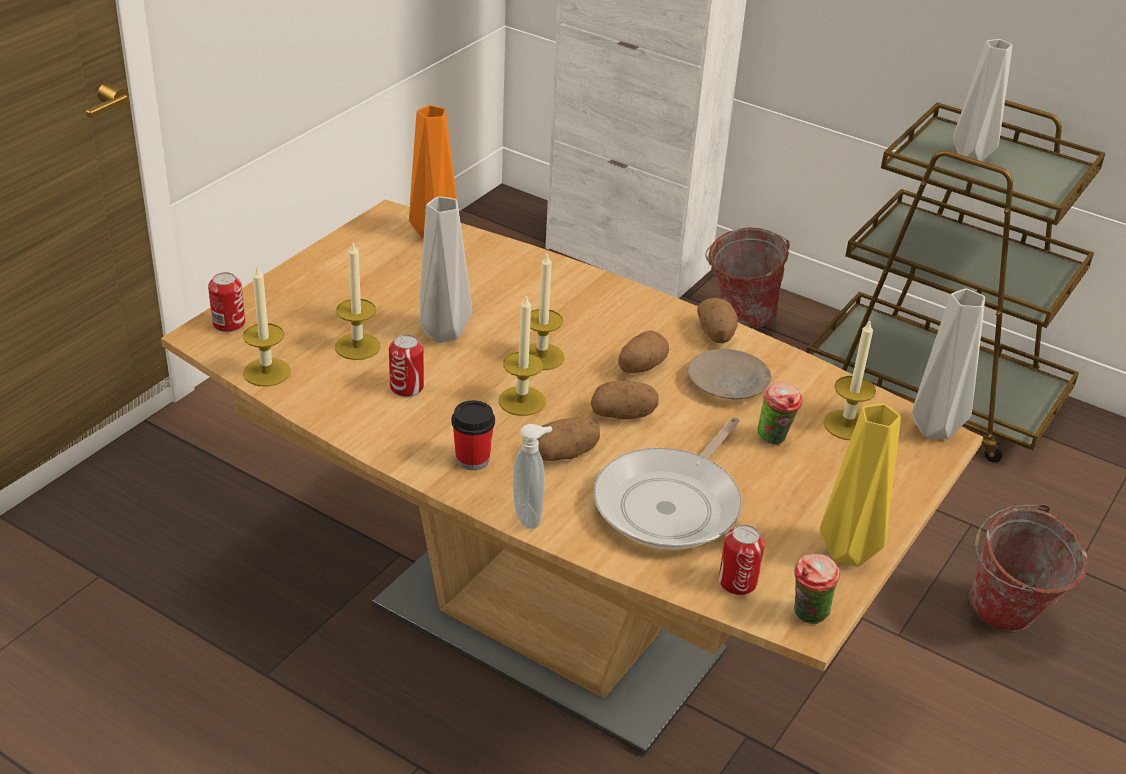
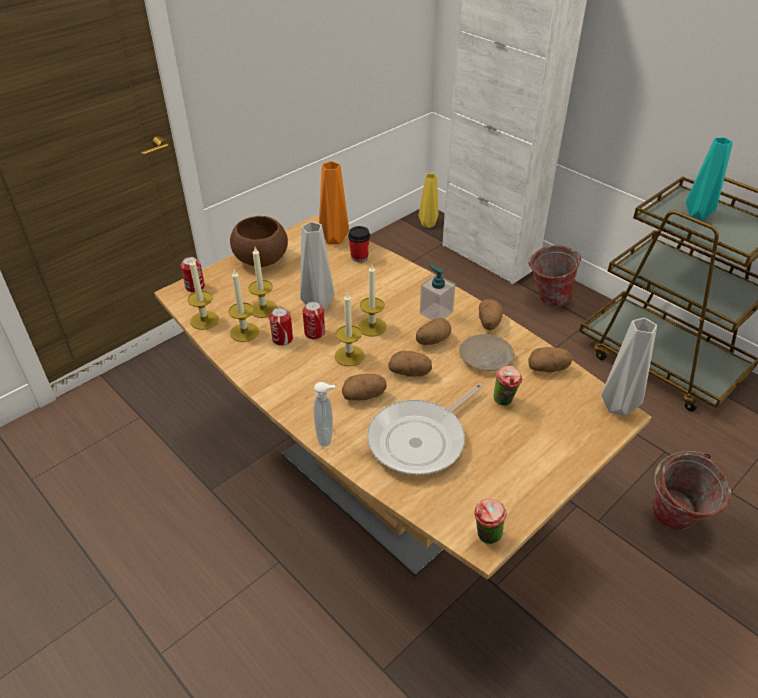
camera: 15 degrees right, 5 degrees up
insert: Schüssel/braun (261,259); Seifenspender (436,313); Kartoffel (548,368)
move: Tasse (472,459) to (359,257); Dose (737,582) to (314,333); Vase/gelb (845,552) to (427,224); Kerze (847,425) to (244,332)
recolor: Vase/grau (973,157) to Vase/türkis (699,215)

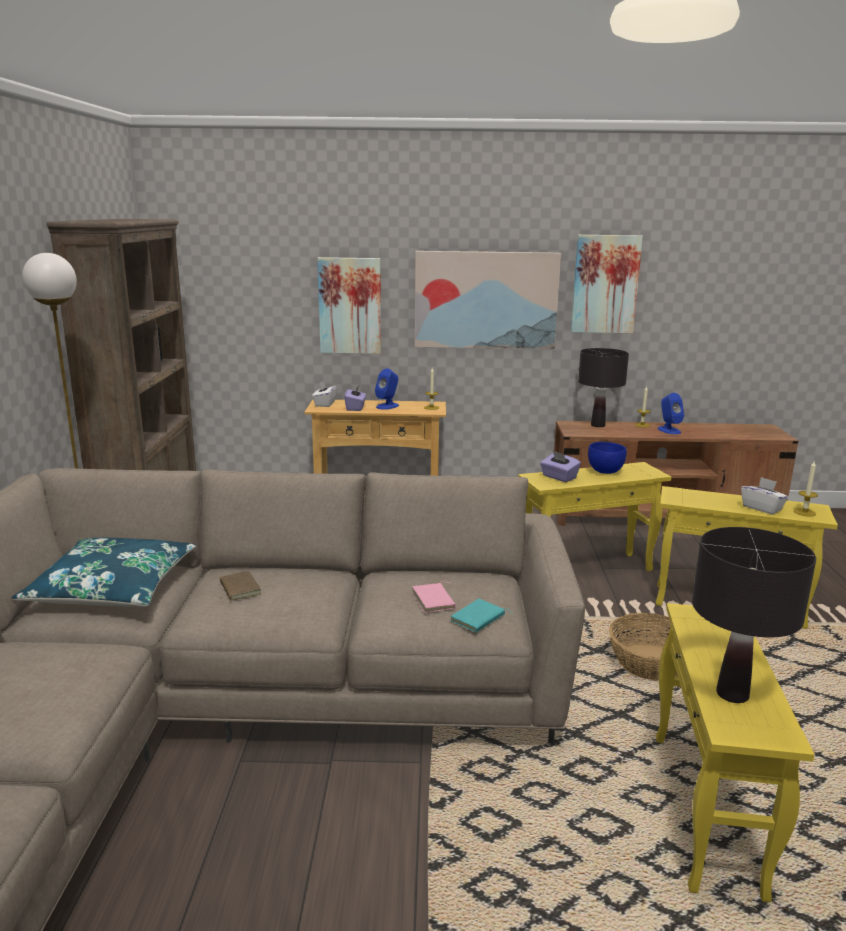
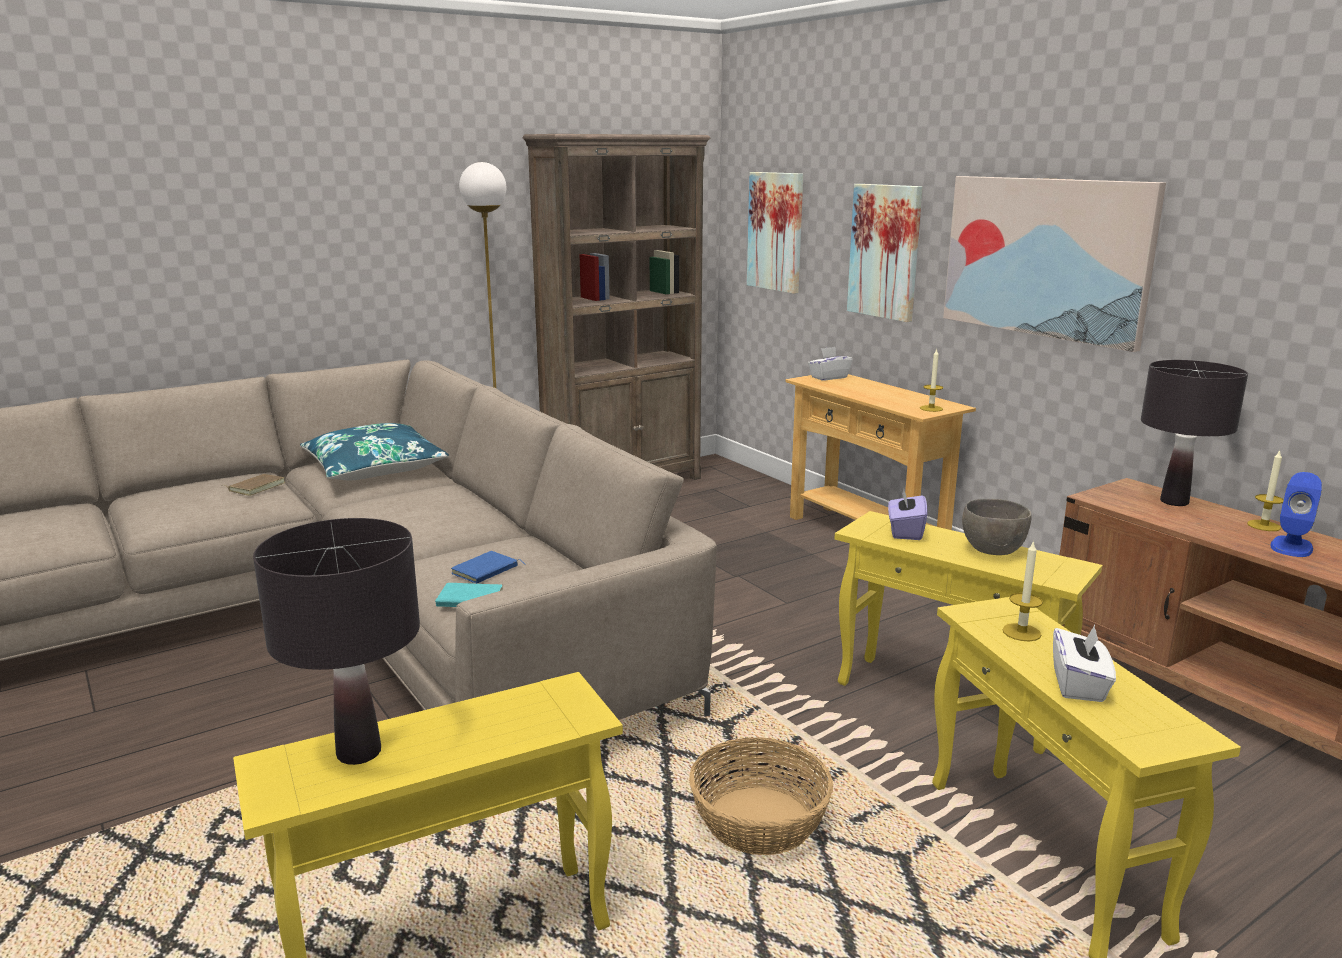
camera: 55 degrees right, 0 degrees up
delete: Taschentuchbox/lila (355,408); Lautsprecher/blau (387,406)
move: Buch/braun (238,588) to (256,487); Bild (605,284) to (776,231); Kerze (804,512) to (1021,632)
recolor: Buch/rosa (435,600) to Buch/blau (486,571); Schüssel/blau (605,472) to Schüssel/grau (992,551)

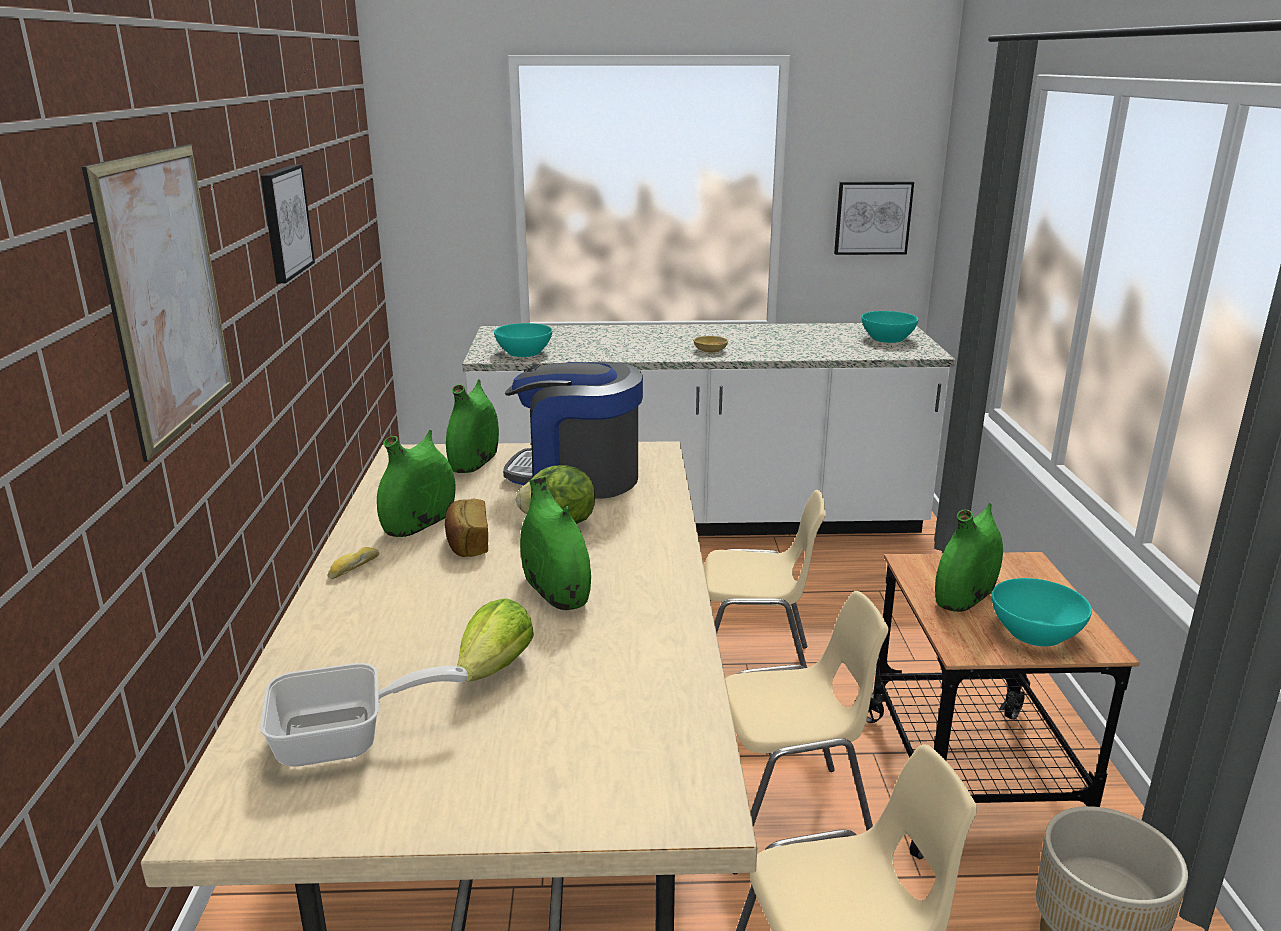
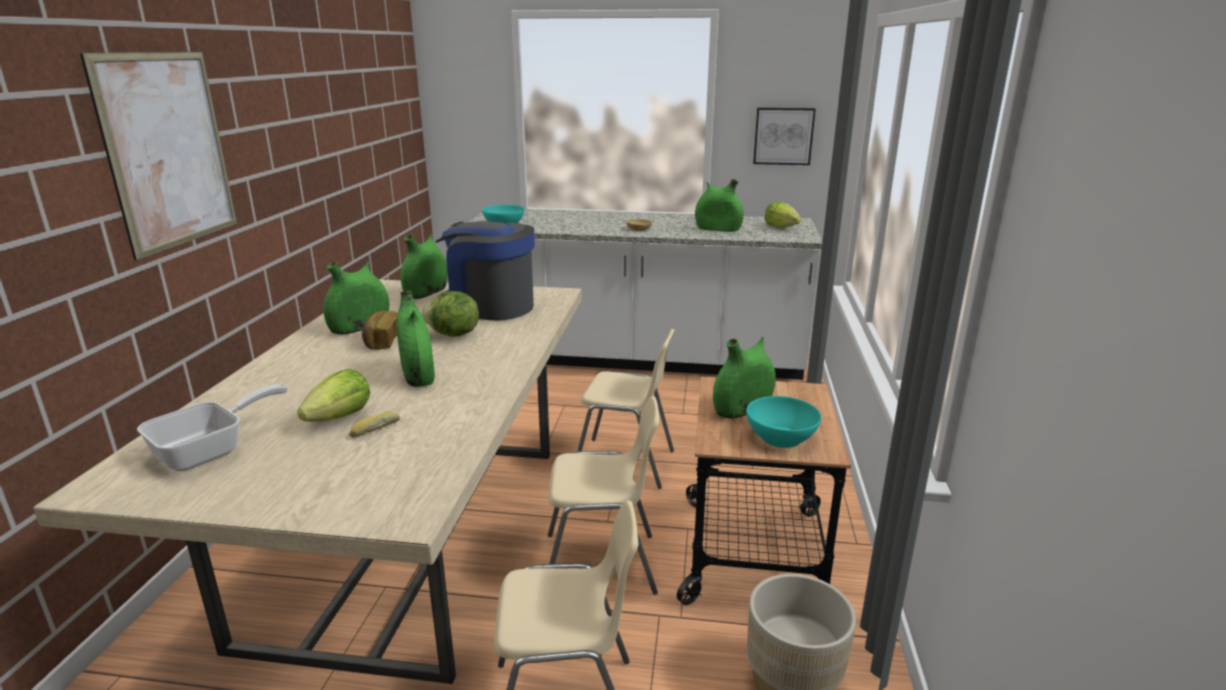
camera: 10 degrees right, 0 degrees up
delete: Bild (285,222)
insert: Vase/grün (718,229)
move: Brot (353,568) to (375,429)
replace: Schüssel/türkis (887,338) to Salatkopf (781,227)
rotate: Pfanne (346,739) = (210,450) 45 degrees counterclockwise

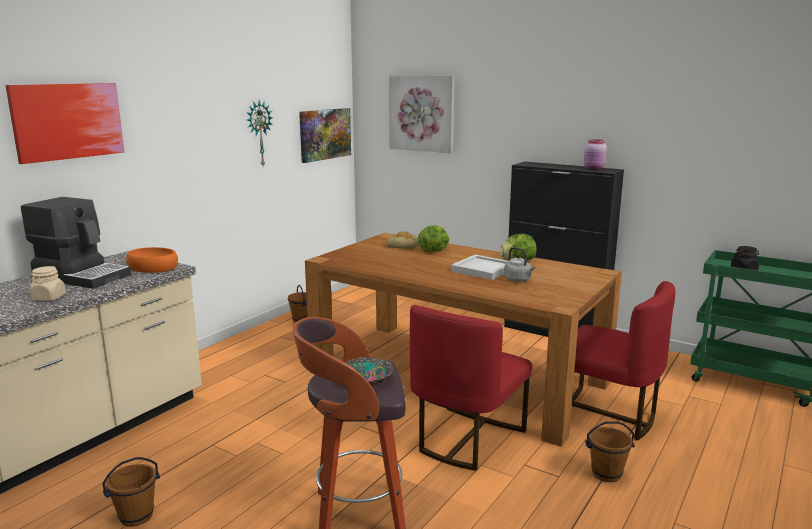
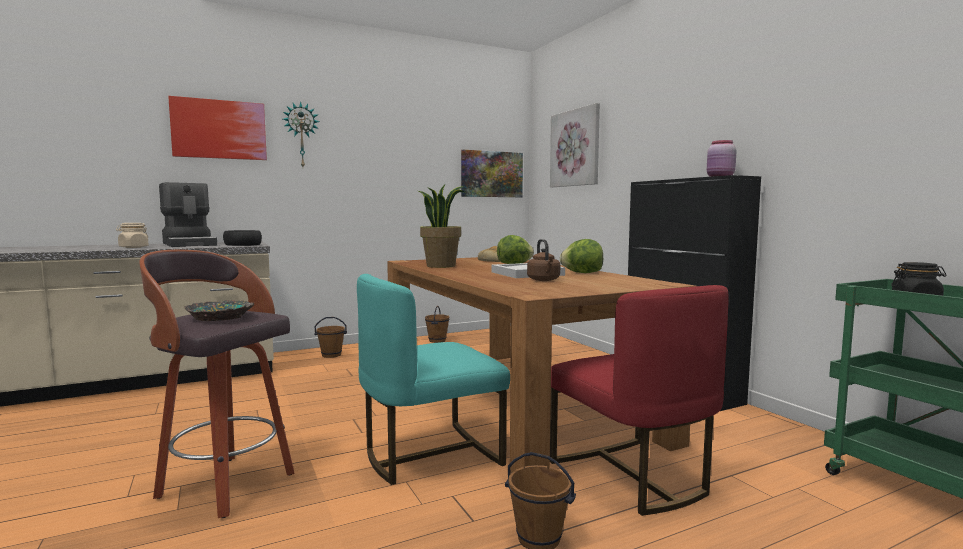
camera: 30 degrees right, 10 degrees down
insert: Topfpflanze (441,266)
move: Eimer/braun (136,516) to (331,355); Wanduhr (259,133) to (301,135)
recolor: Schüssel/orange (153,267) to Schüssel/schwarz (243,244); Stuhl/rot (466,439) to Stuhl/türkis (430,454); Wasserkessel/grau (518,280) to Wasserkessel/braun (544,280)

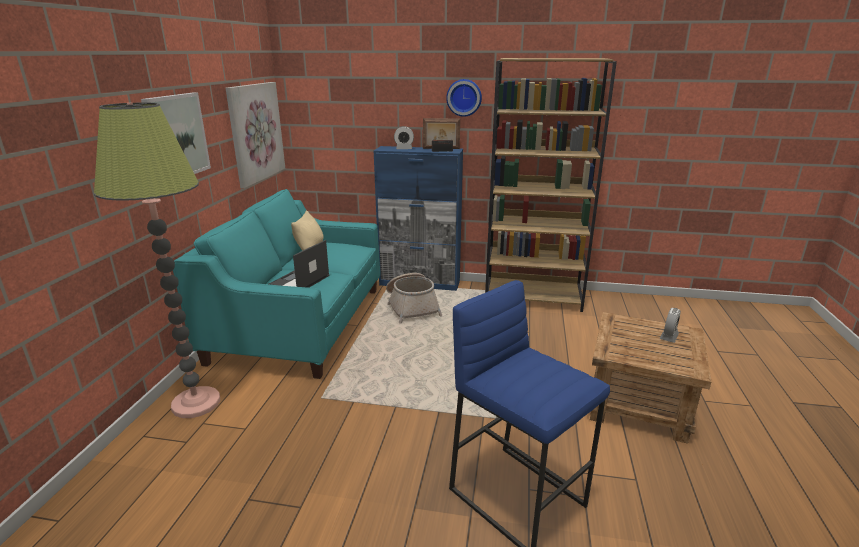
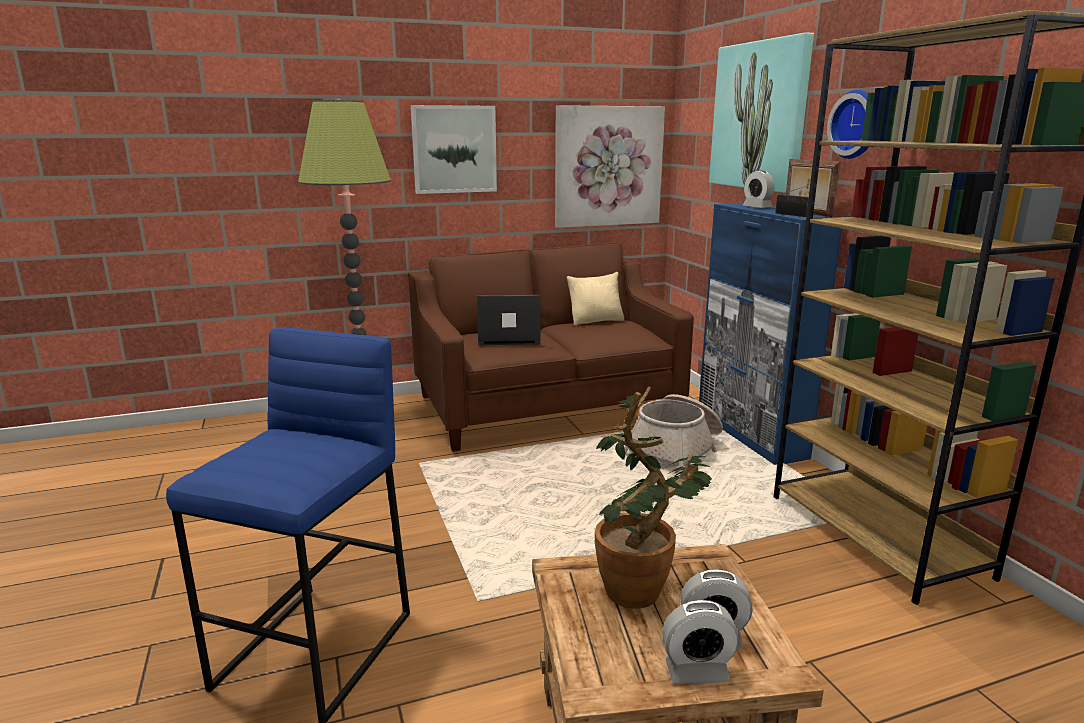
camera: 60 degrees right, 5 degrees down
insert: Topfpflanze (644,587); Wecker (697,671); Bild (759,116)
recolor: Sofa/türkis (300,323) to Sofa/braun (545,406)

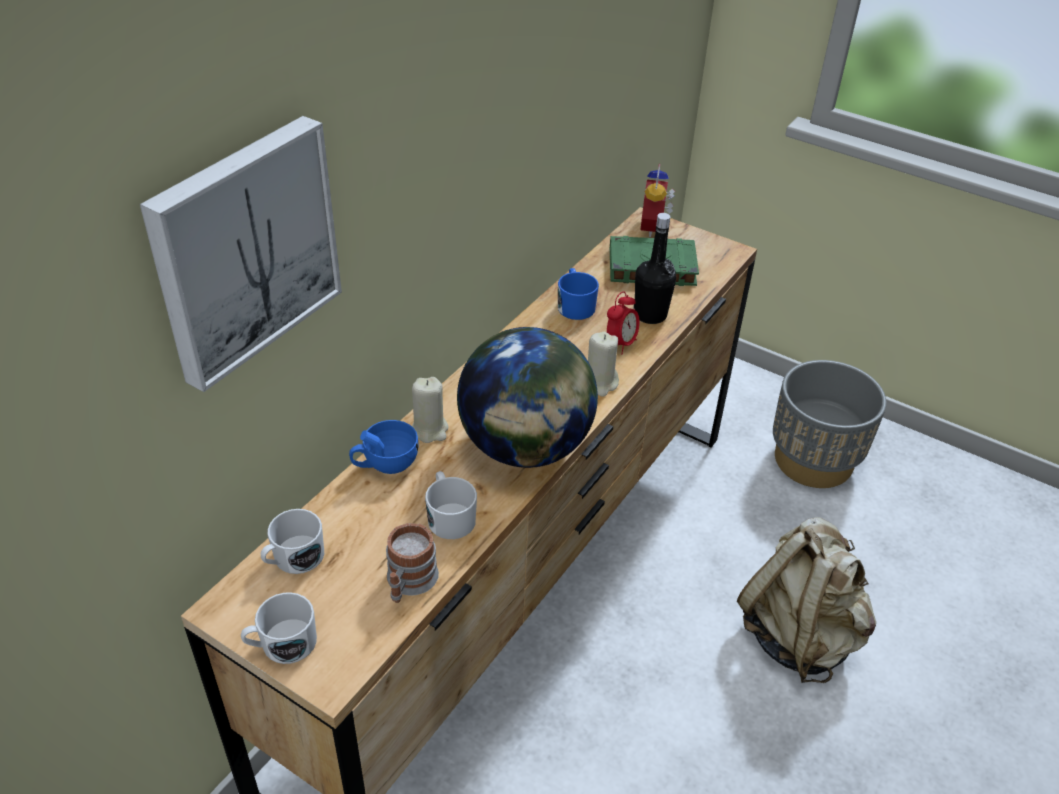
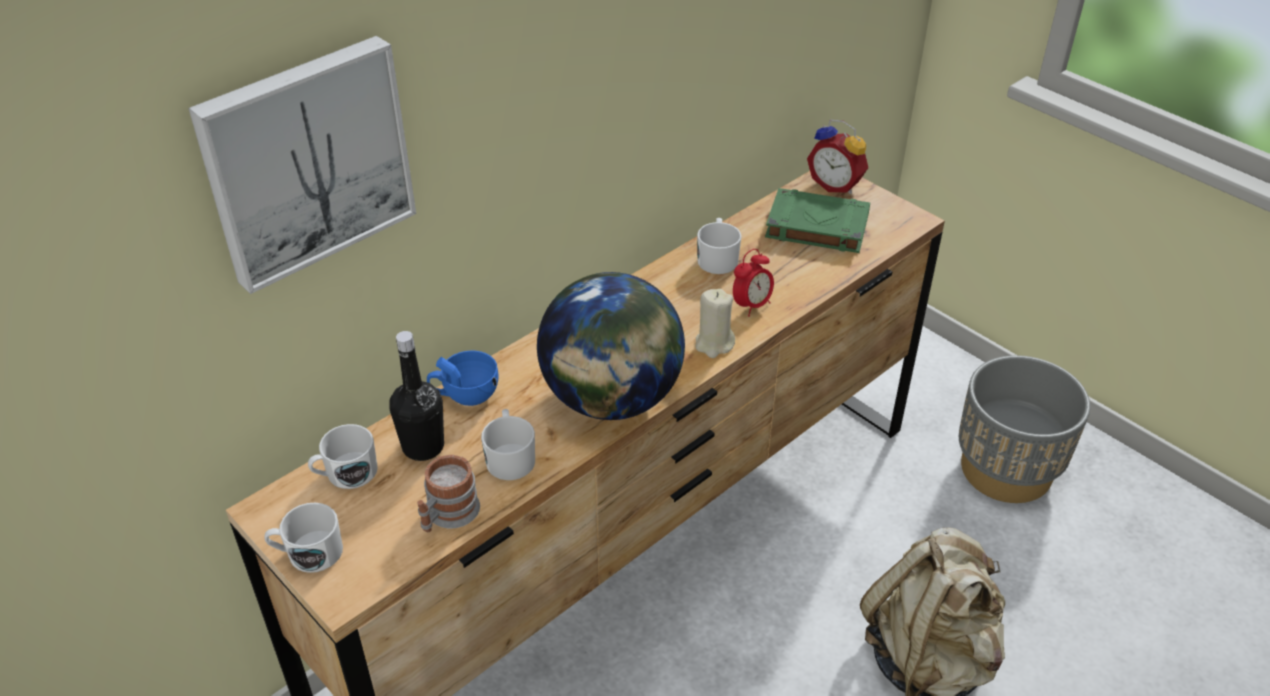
camera: 15 degrees right, 0 degrees up
delete: Kerze/beige (430,429)
move: Flasche/schwarz (650,315) to (423,447)
recolor: Henkelbecher/blau (575,305) to Henkelbecher/weiß (717,258)
rotate: Wecker (655,228) = (836,185) 75 degrees counterclockwise

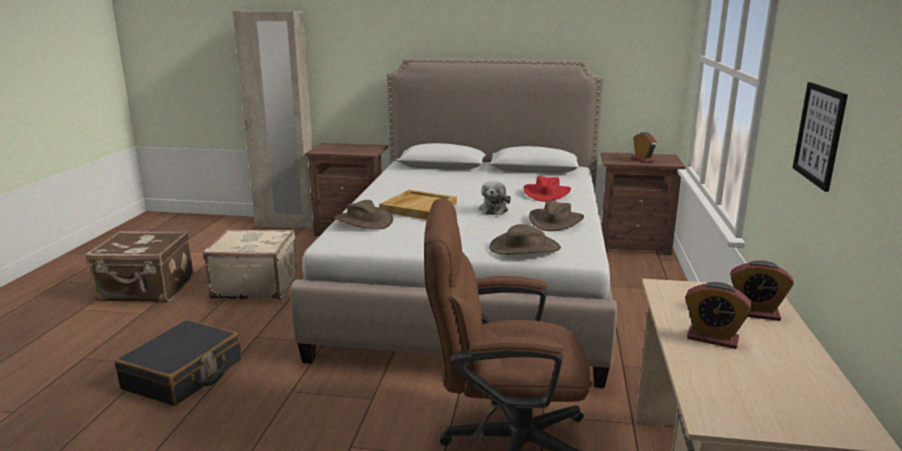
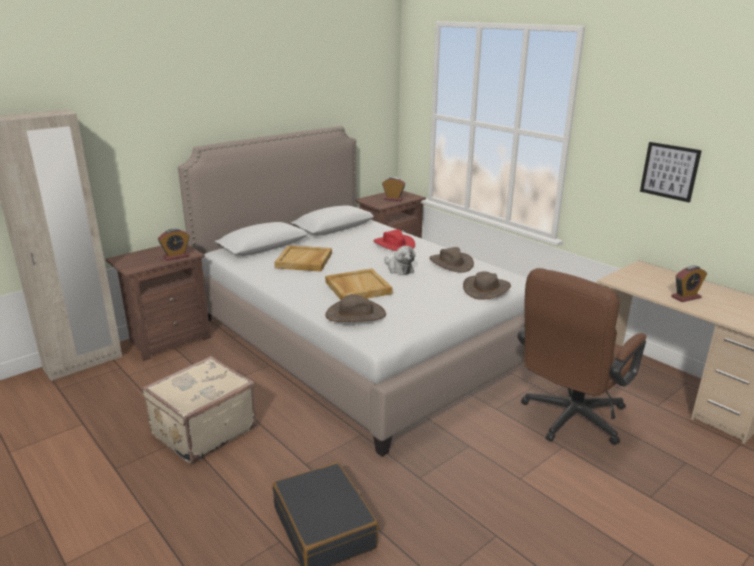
camera: 50 degrees left, 5 degrees up
delete: Koffer/braun (147,290)
insert: Tablett/beige (304,261)
move: Wecker (755,313) to (176,256)

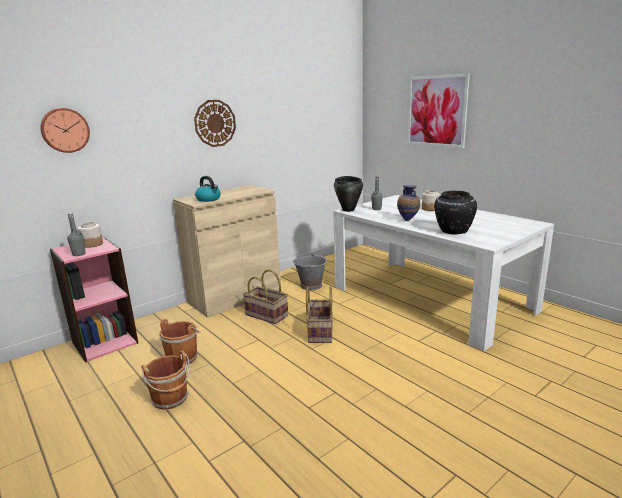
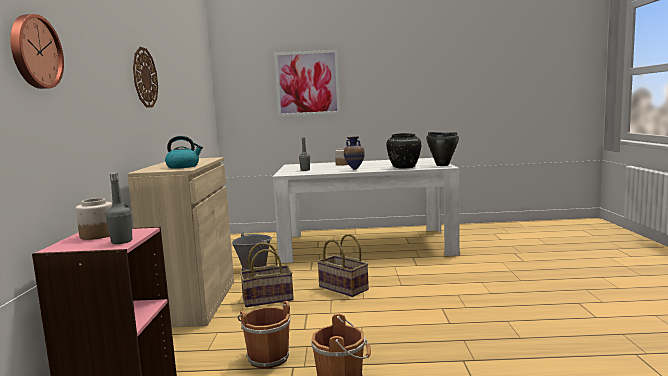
camera: 50 degrees left, 10 degrees down
move: Kochtopf/schwarz (348,210) to (442,165)

